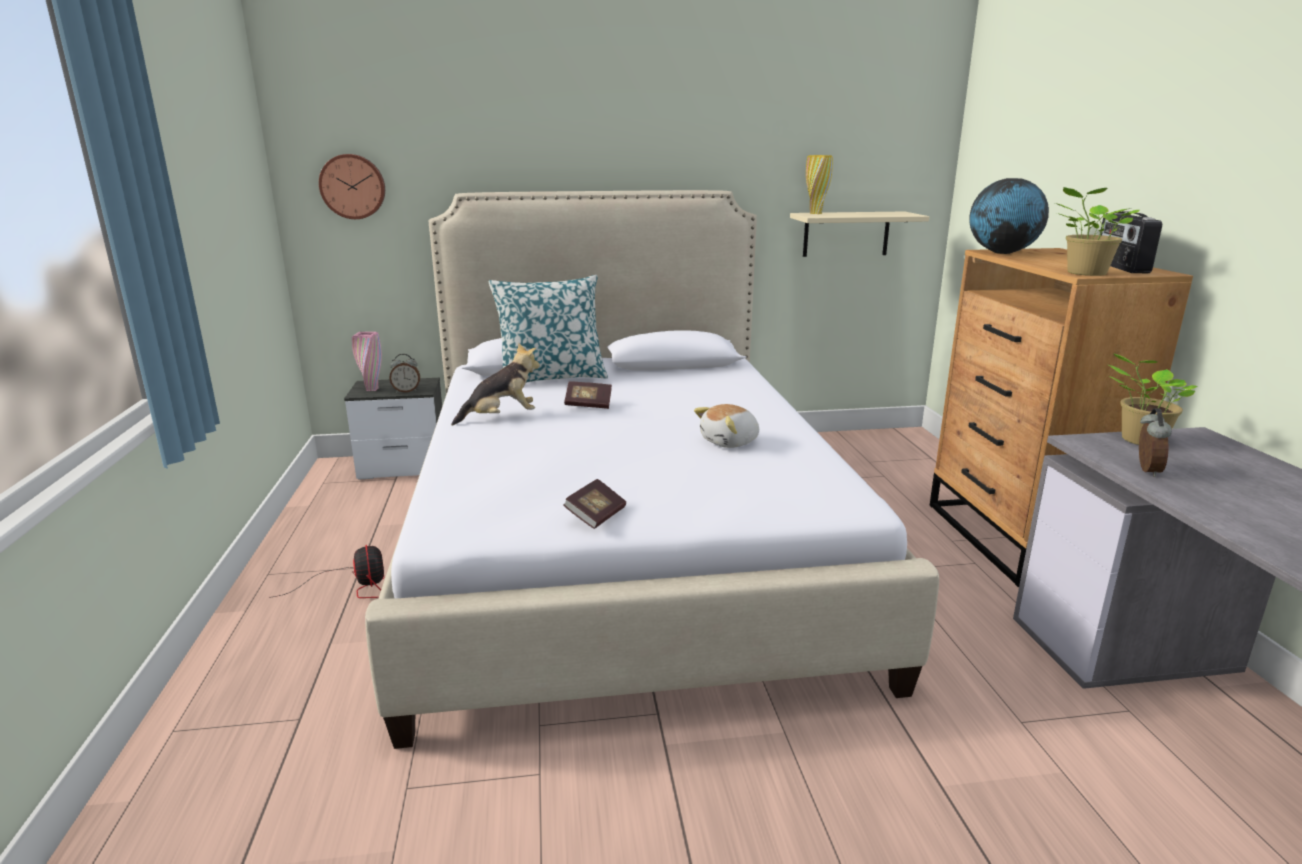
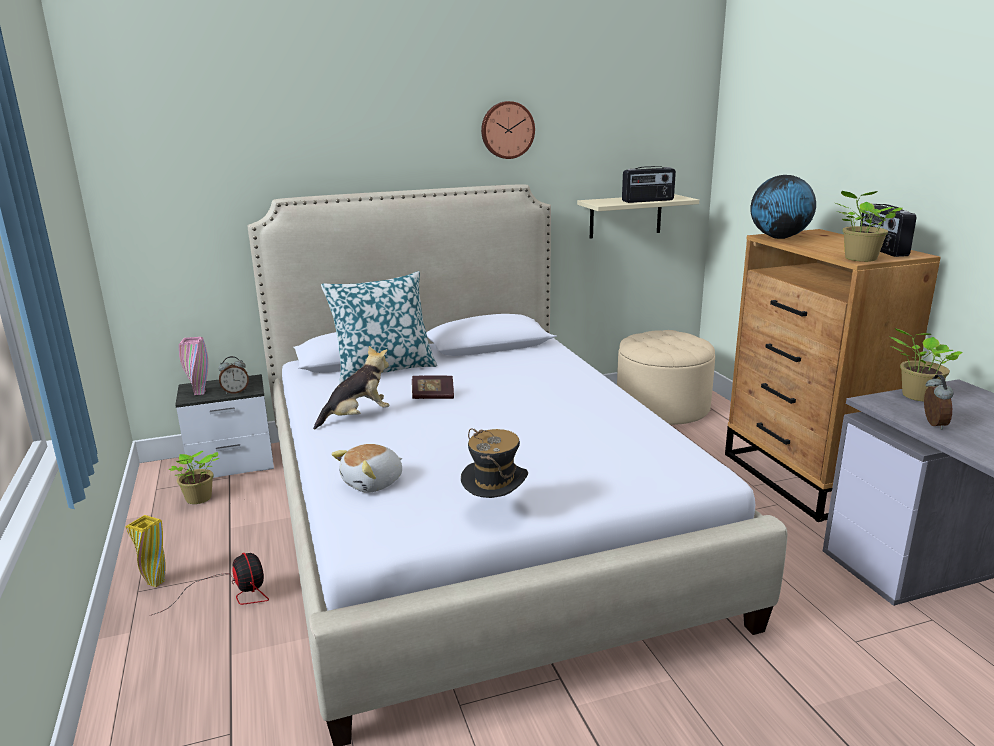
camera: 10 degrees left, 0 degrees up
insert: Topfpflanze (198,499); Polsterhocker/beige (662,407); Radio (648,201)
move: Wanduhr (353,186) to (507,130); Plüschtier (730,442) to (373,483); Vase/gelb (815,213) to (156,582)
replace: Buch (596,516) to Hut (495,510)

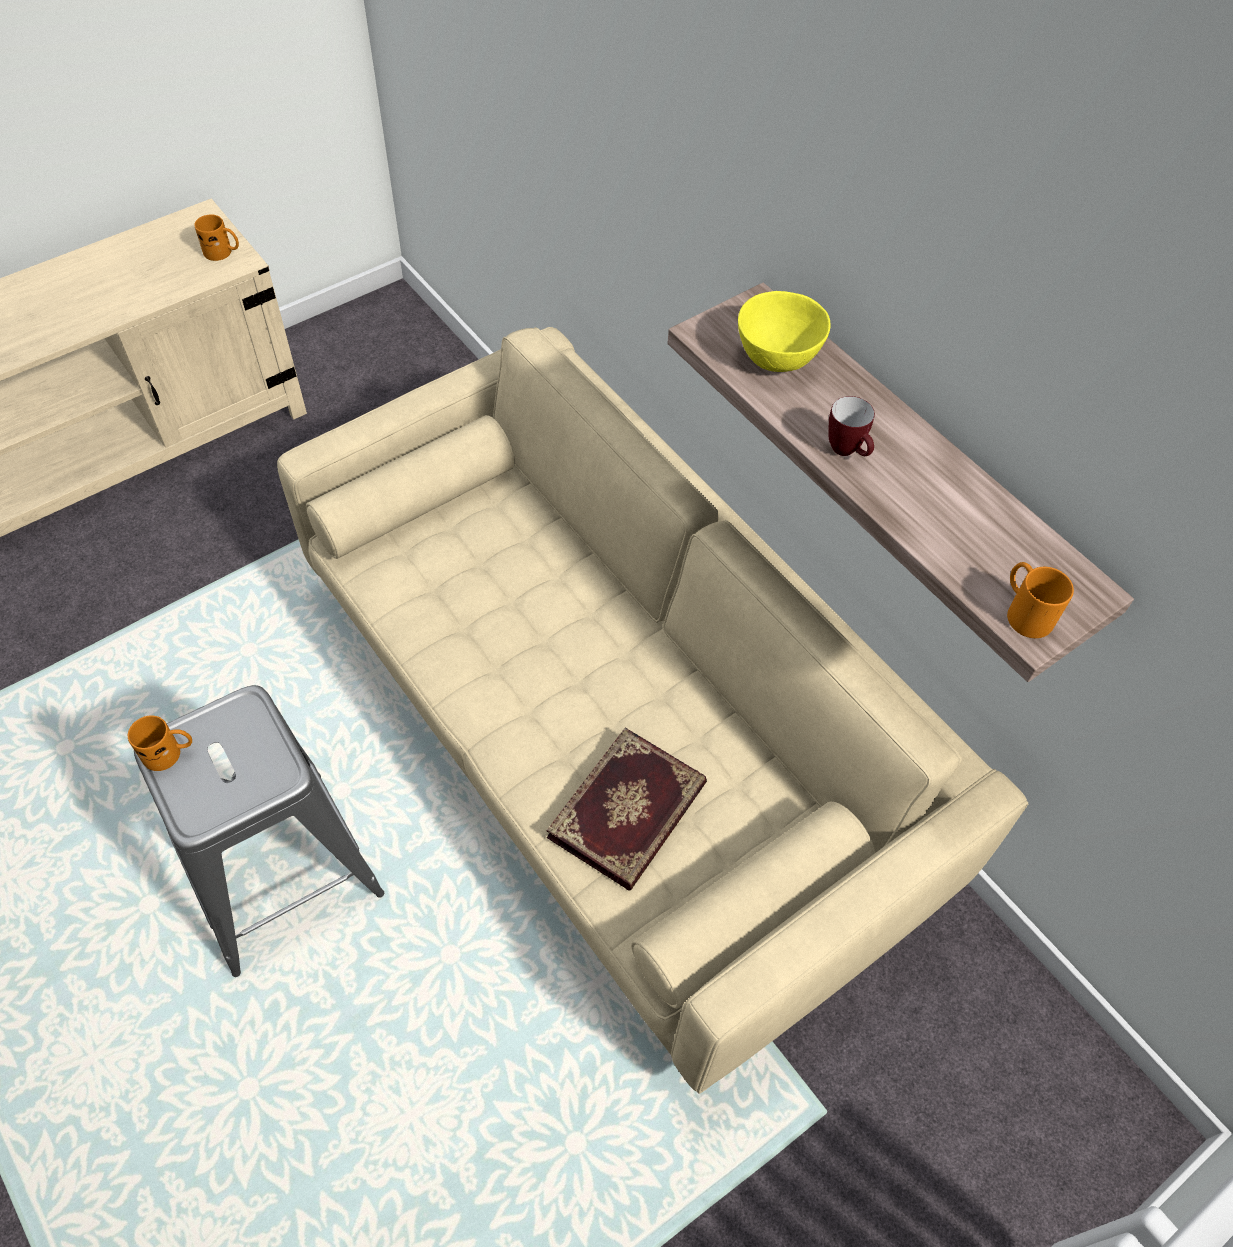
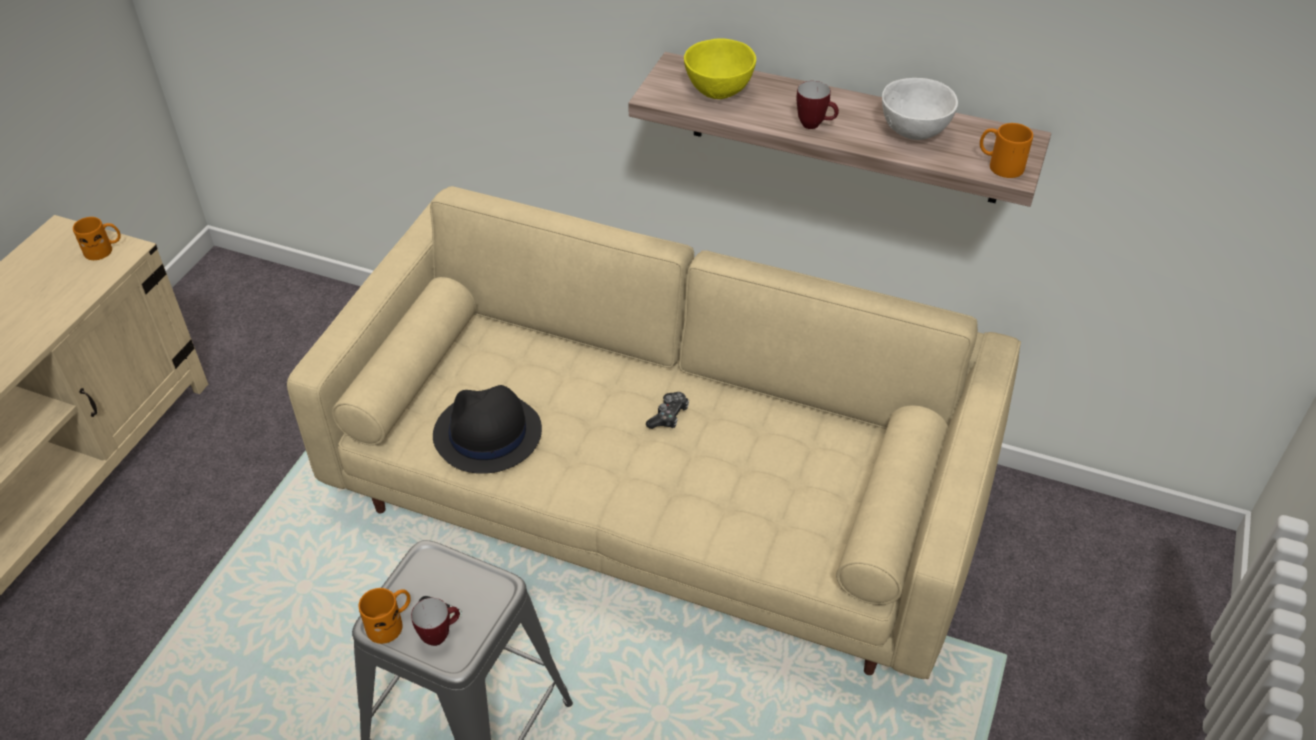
camera: 30 degrees left, 10 degrees down
delete: Buch (629,812)
insert: Henkelbecher (440,634); Hut/schwarz (487,434); Gamepad (668,416); Schüssel/weiß (914,133)

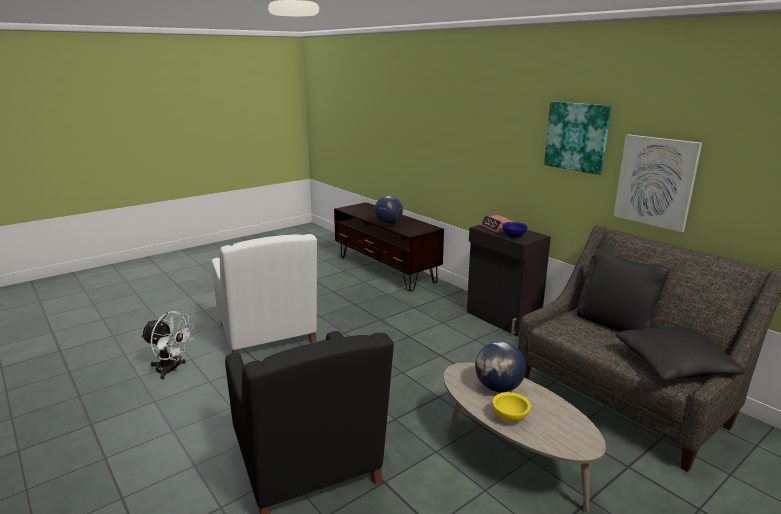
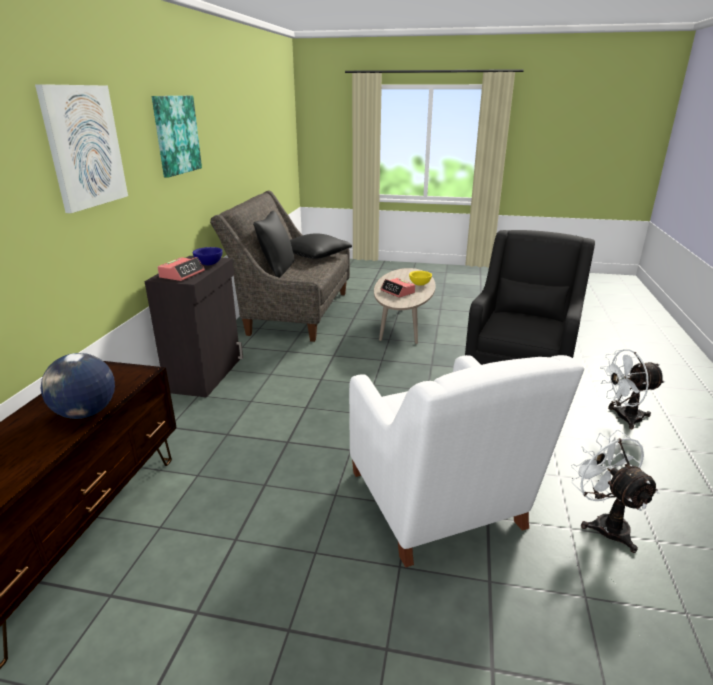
camera: 130 degrees left, 5 degrees up
insert: Ventilator/weiß (622,418)
move: Bild (655,181) to (84,147)
replace: Globus (498,388) to Wecker (397,292)
rotate: Sessel/weiß (268,336) = (438,504) 135 degrees clockwise

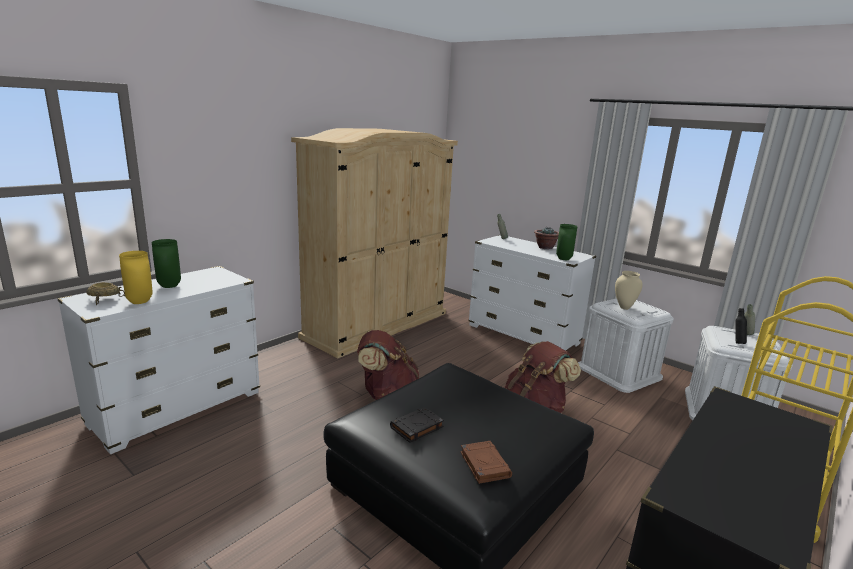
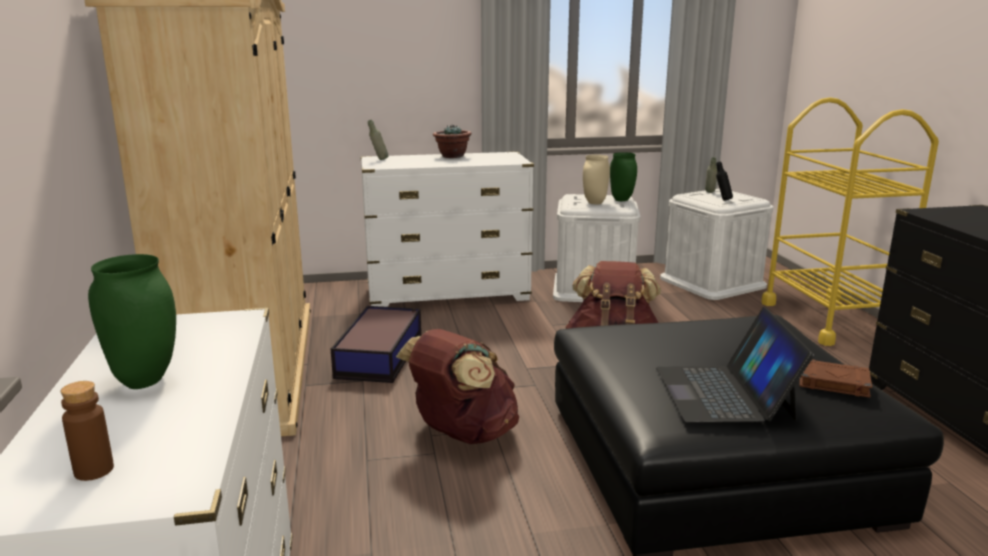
camera: 50 degrees left, 0 degrees up
delete: Vase/gelb (139,302)
insert: Aufbewahrungsbox (381,355)
move: Vase/grün (564,259) to (622,200)
replace: Schüssel/beige (103,300) to Flasche/braun (94,470); Buch/schwarz (416,427) to Laptop (724,393)

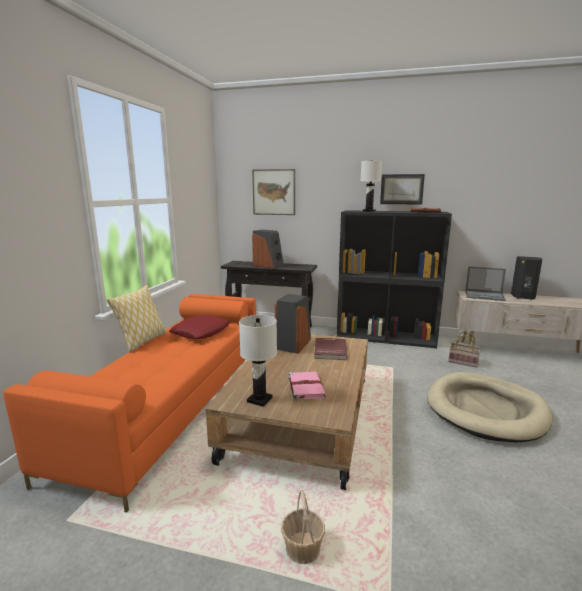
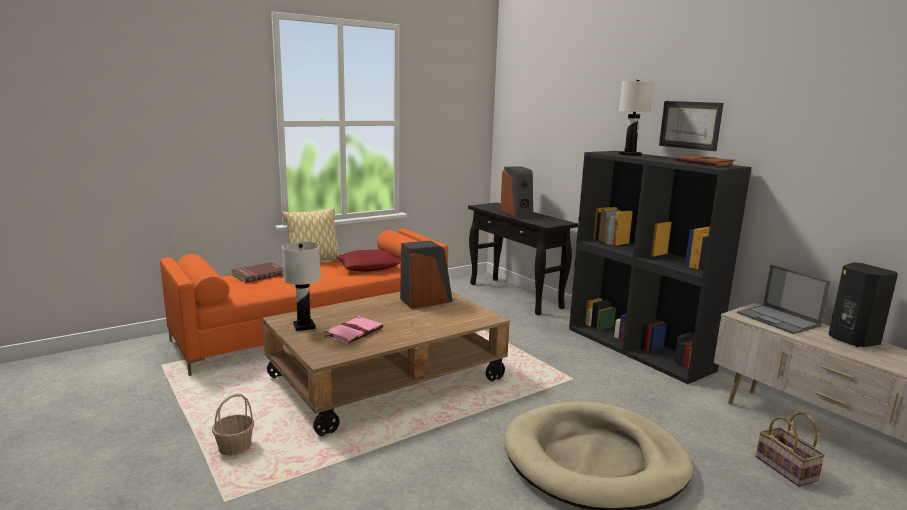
camera: 40 degrees right, 0 degrees up
delete: Bild (274,192)
move: Buch/rot (329,350) to (259,274); Korb (464,362) to (788,469)

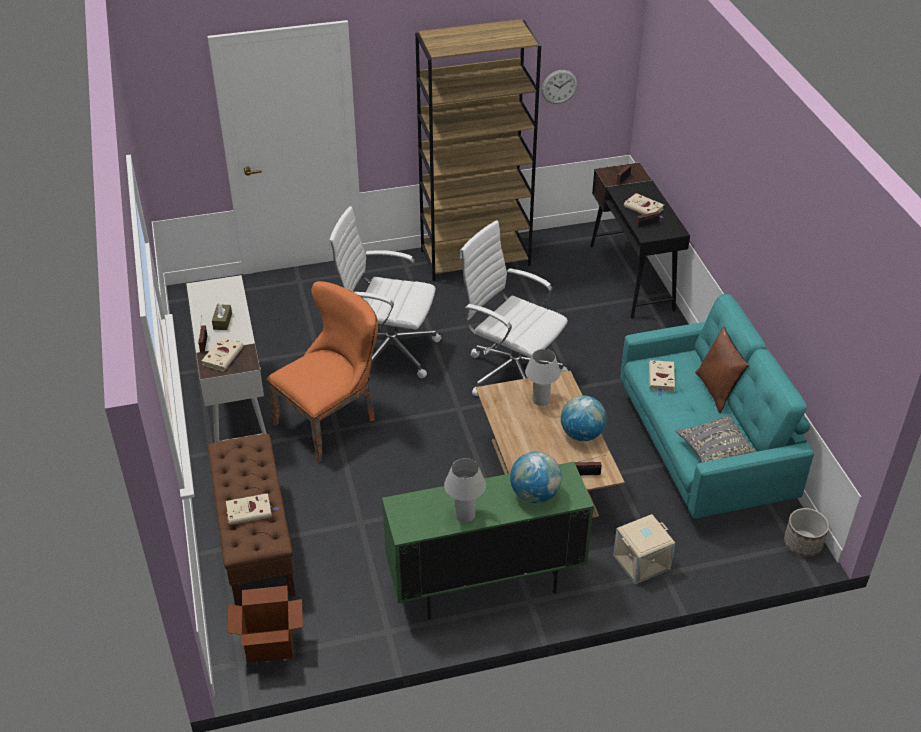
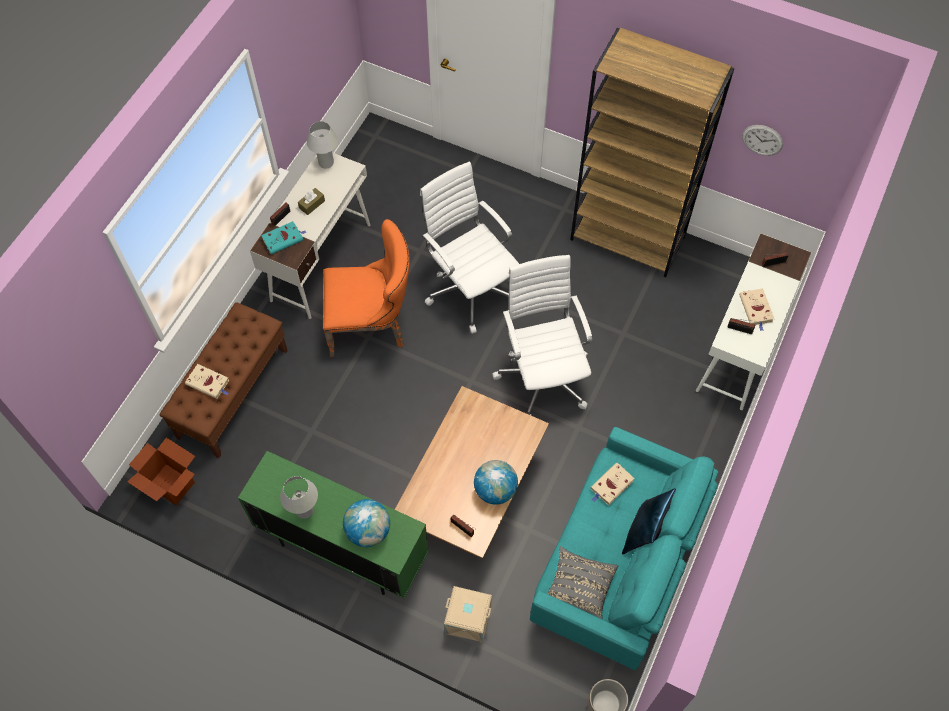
camera: 40 degrees right, 20 degrees up
move: Tischlampe/weiß (541,400) to (326,163)
recolor: Buch/beige (223,356) to Buch/türkis (283,239); Schreibtisch/schwarz (631,278) to Schreibtisch/weiß (740,349); Kissen/braun (717,391) to Kissen/blau (644,532)

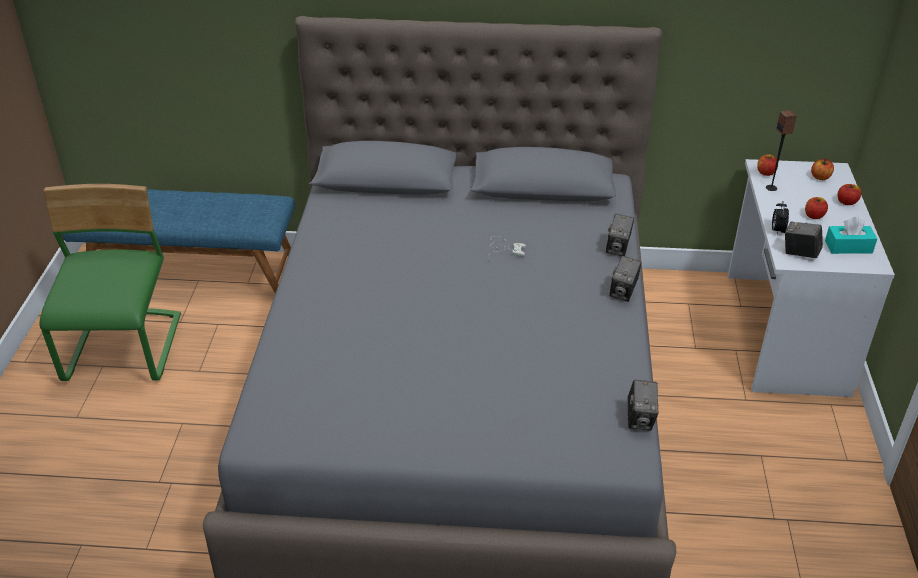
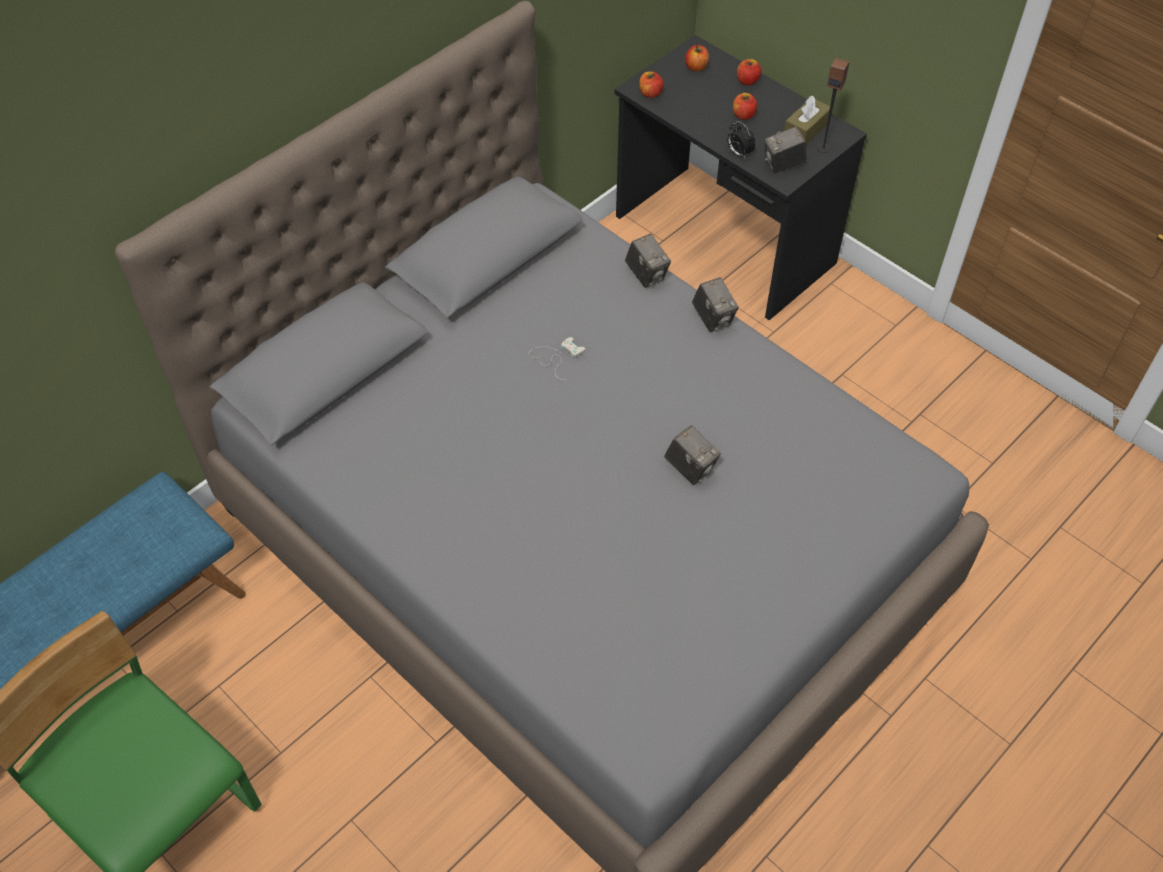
camera: 50 degrees left, 15 degrees up
move: Kamera (640,419) to (690,468); Lautsprecher (771,188) to (823,148)
recolor: Schreibtisch/weiß (783,332) to Schreibtisch/schwarz (722,241); Taschentuchbox/türkis (848,247) to Taschentuchbox/braun (806,130)

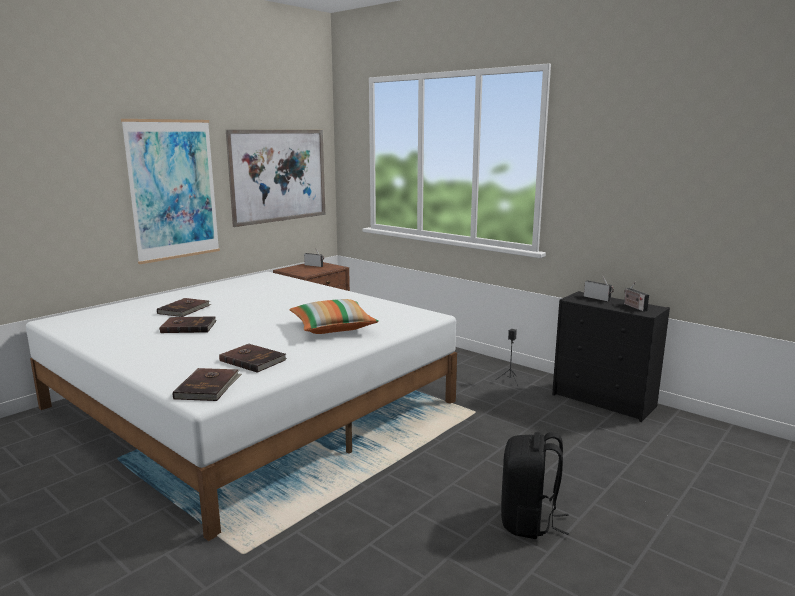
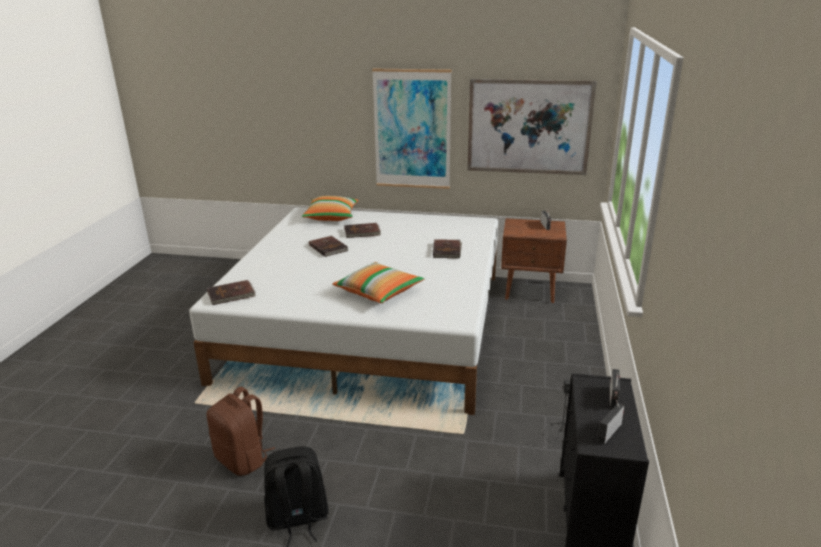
camera: 60 degrees right, 10 degrees up
insert: Rucksack/braun (243,459); Kissen (331,217)
move: Buch/braun (253,360) to (447,250)

